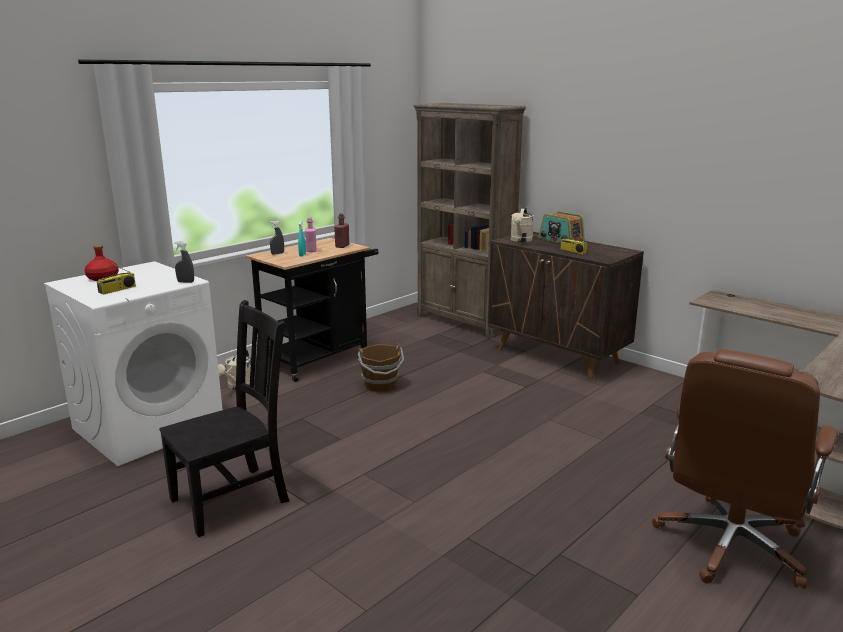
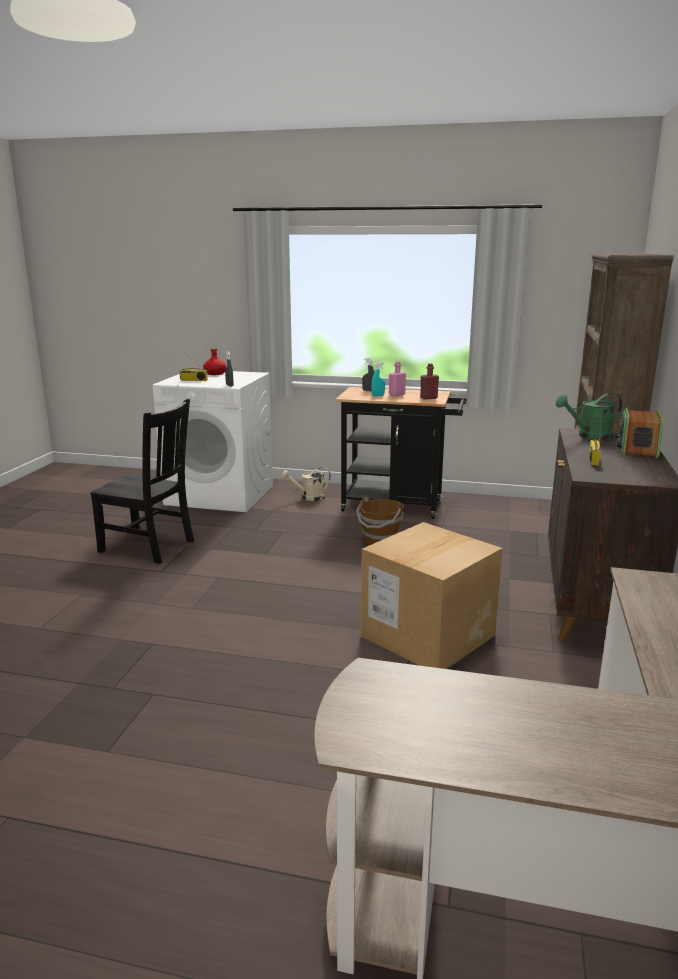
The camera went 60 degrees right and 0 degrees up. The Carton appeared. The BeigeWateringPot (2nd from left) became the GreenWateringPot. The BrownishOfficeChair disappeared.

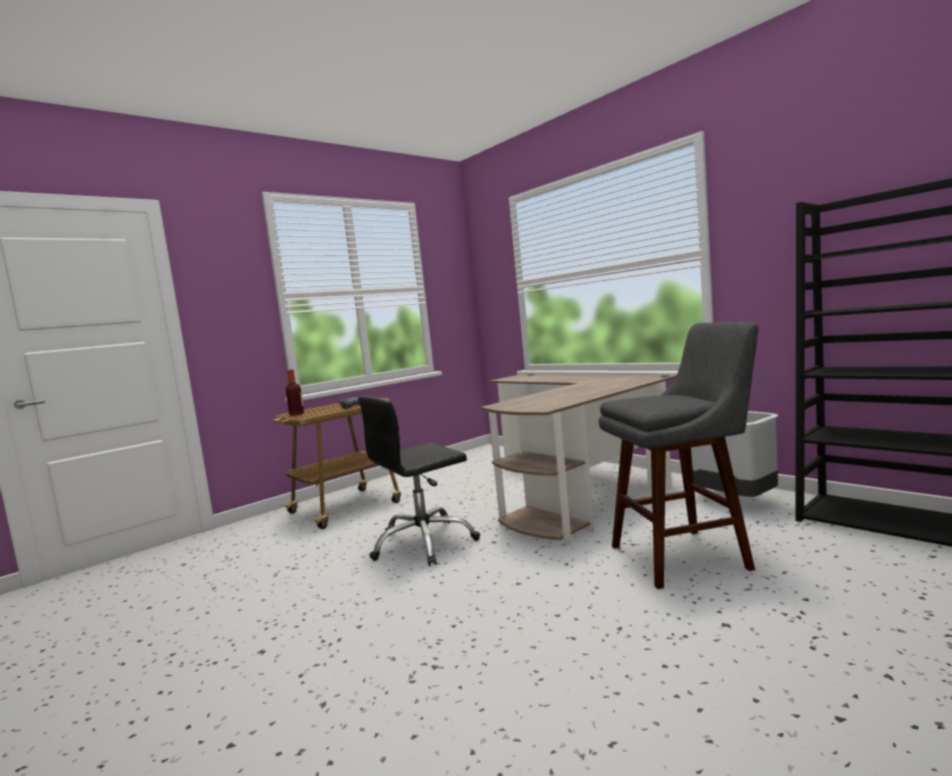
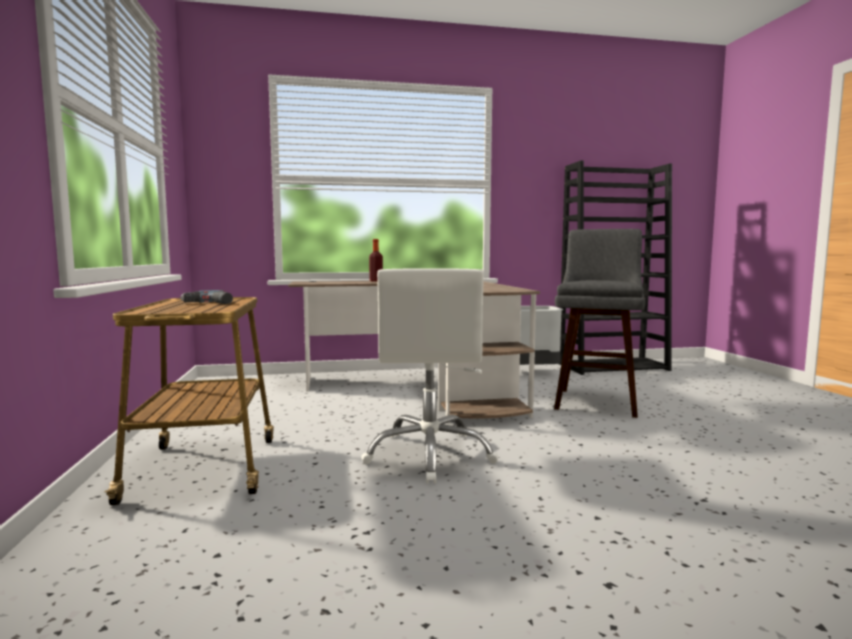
The camera went 60 degrees left and 0 degrees up. The BlackColouredOfficeChair became the WhiteColouredOfficeChair. The DrinkBottle moved.

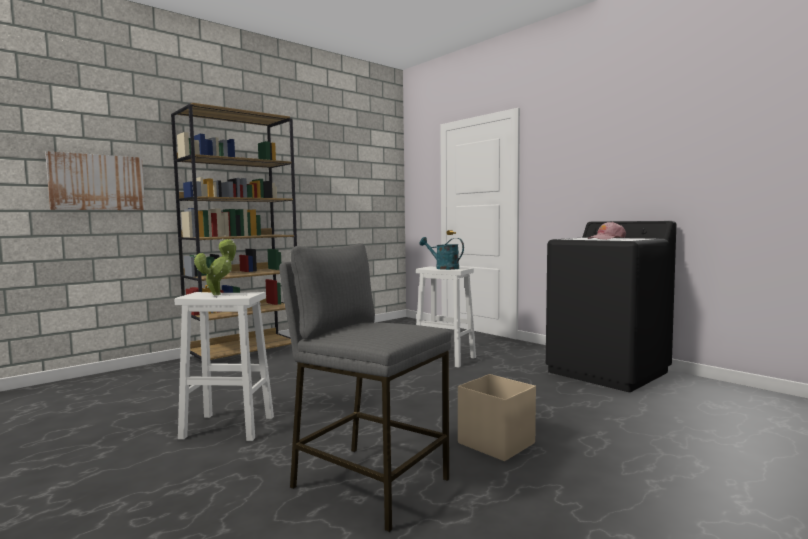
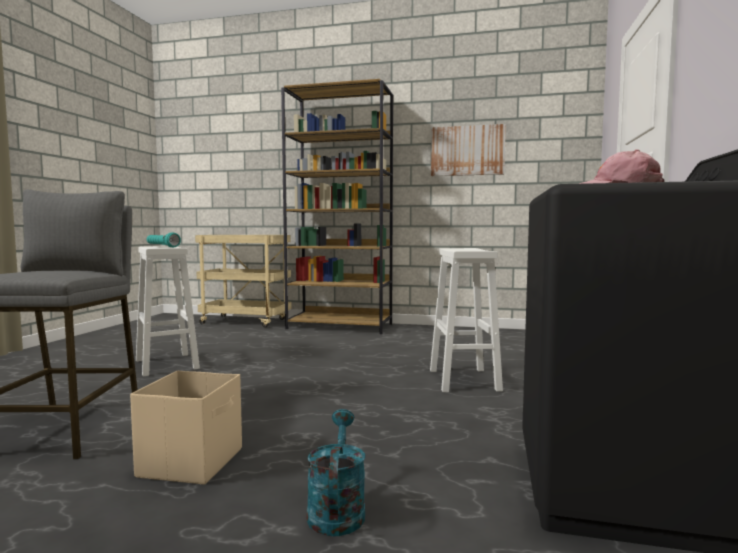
The camera went 55 degrees right and 0 degrees up. The PlantInAPot was replaced by the BlueGreenHandTorch. The BeigeWheeledCart appeared. The BlueGreenWateringPot moved. The WallArt moved.

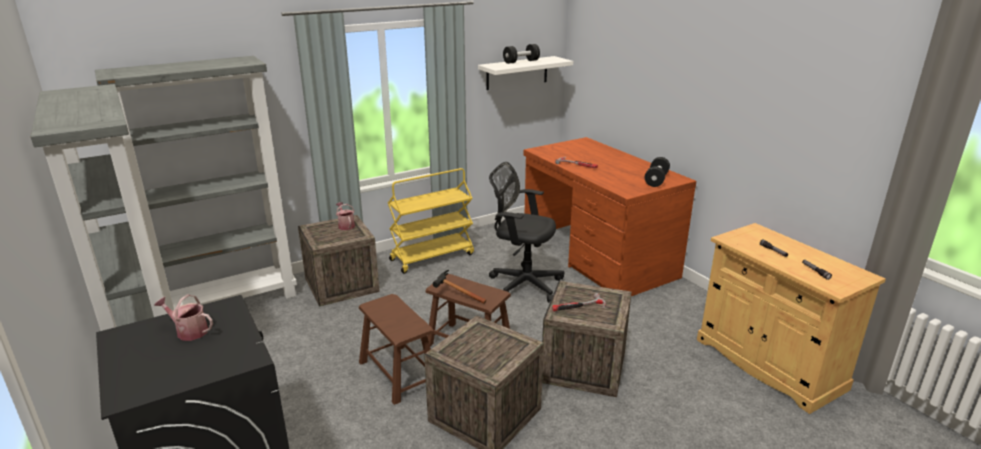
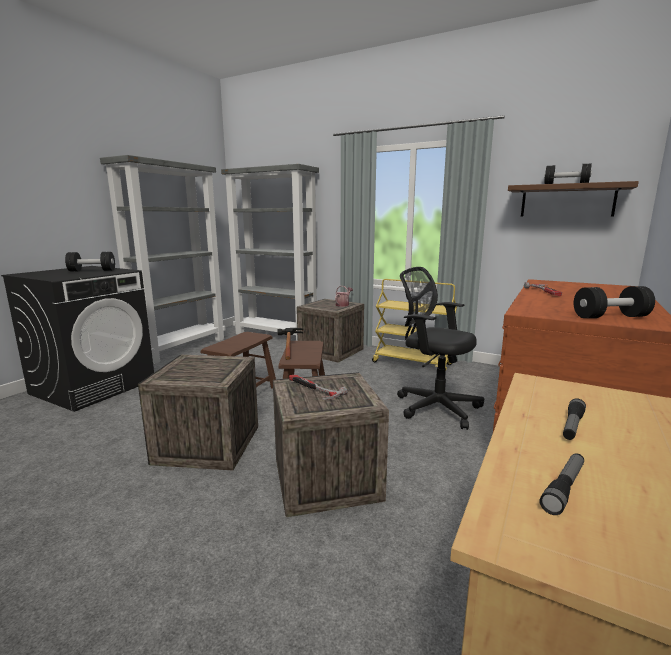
The camera went 60 degrees right and 10 degrees down. The WateringPot (1st from left) was replaced by the BlackColouredFreeWeight (1st from left). The BlackColouredOfficeChair turned 45 degrees counterclockwise. The WhiteColouredBracketShelf became the BrownishBracketShelf.

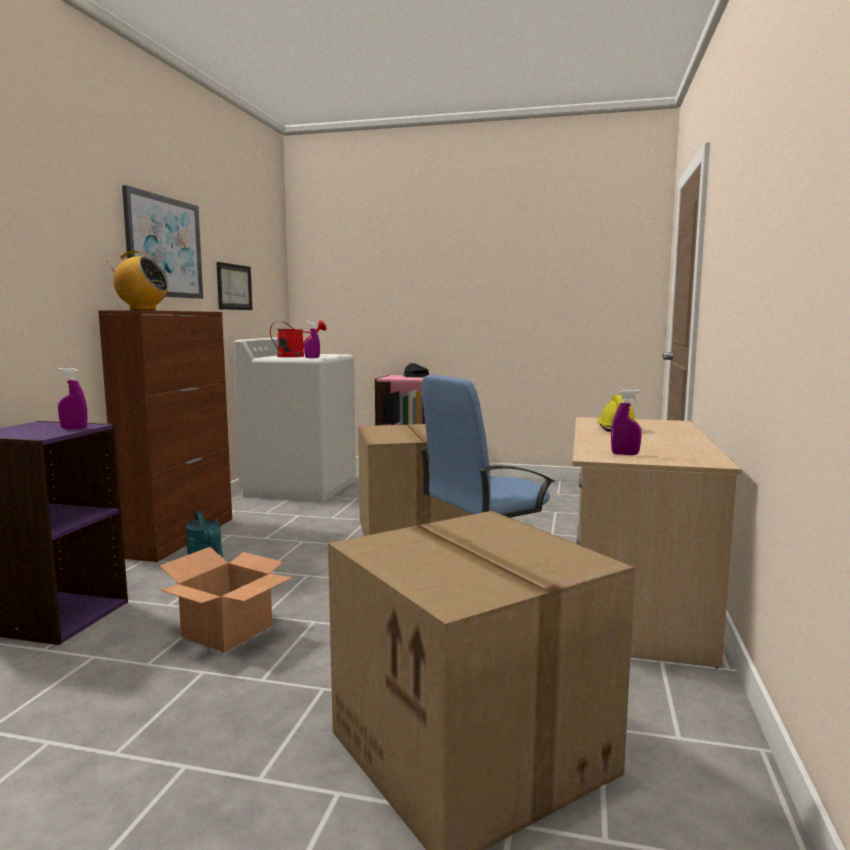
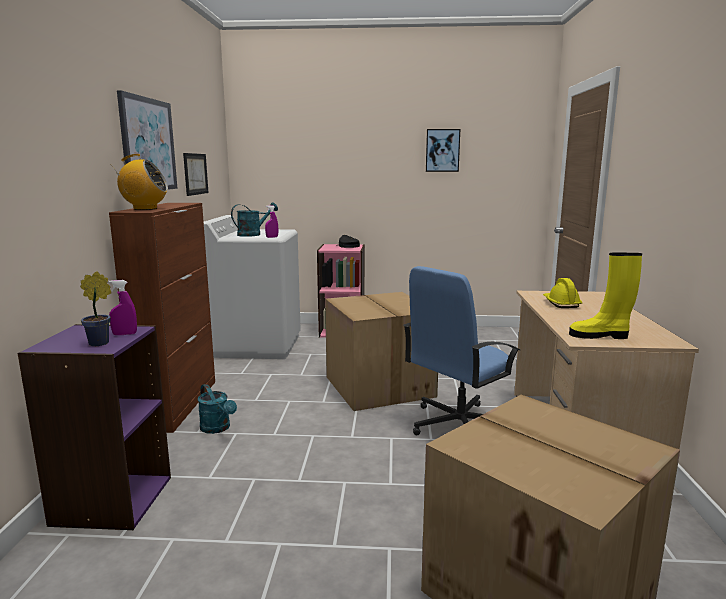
The camera went 10 degrees left and 5 degrees up. The PlantInAPot appeared. The ReddishWateringPot became the BlueGreenWateringPot (2nd from left). The WallArt (3rd from left) appeared. The PurpleColouredHandSprayer (3rd from left) was replaced by the YellowHighTopBoot. The Carton (1st from left) disappeared.

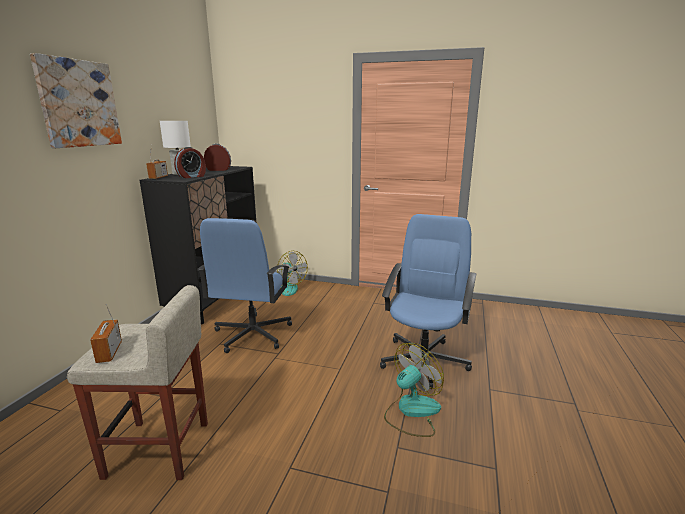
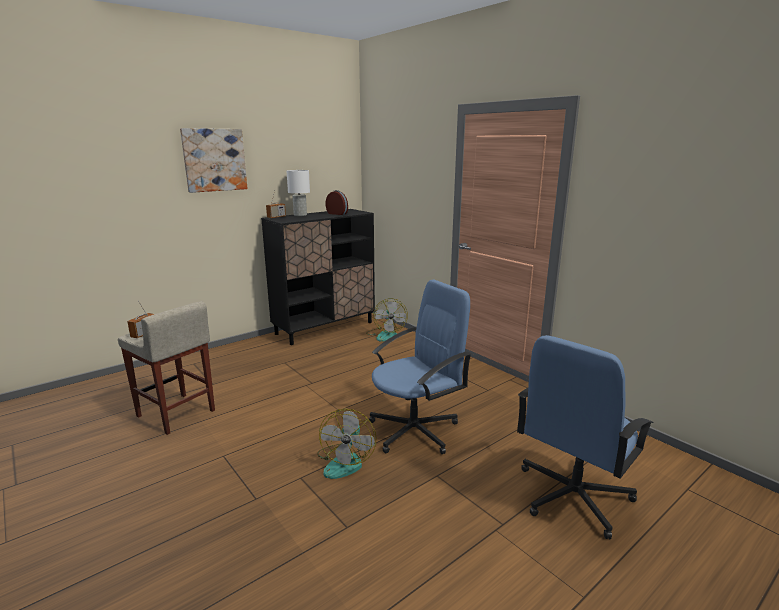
The camera went 35 degrees right and 0 degrees up. The CoolingFan (2nd from left in the first image) turned 105 degrees clockwise. The BlueColouredOfficeChair (1st from left in the first image) moved. The BedsideClock (1st from left) disappeared.

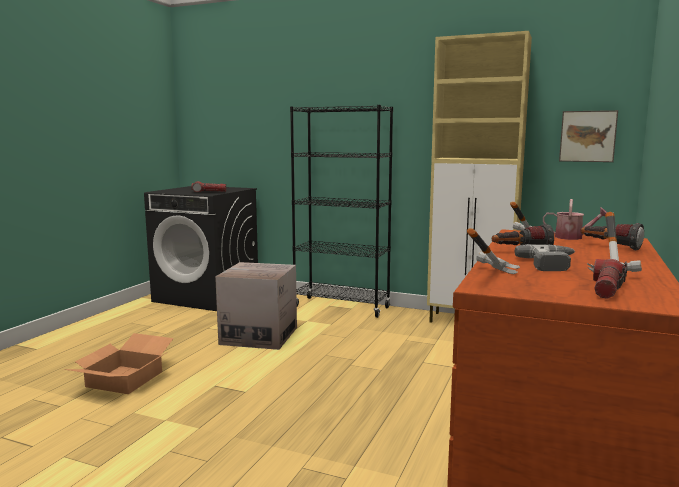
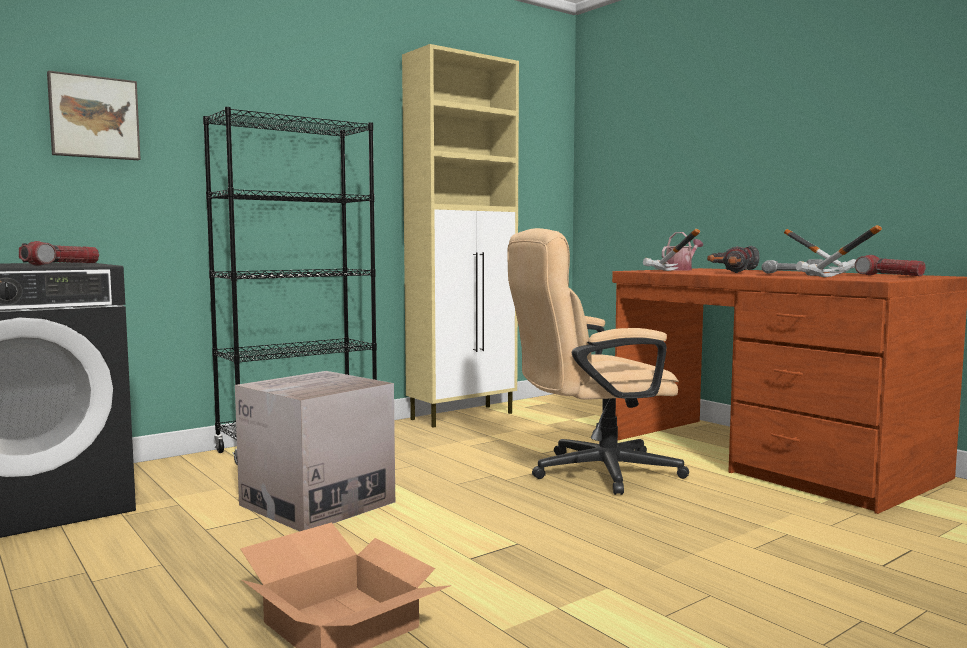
The camera went 60 degrees left and 5 degrees down. The WallArt moved. The BeigeOfficeChair appeared.

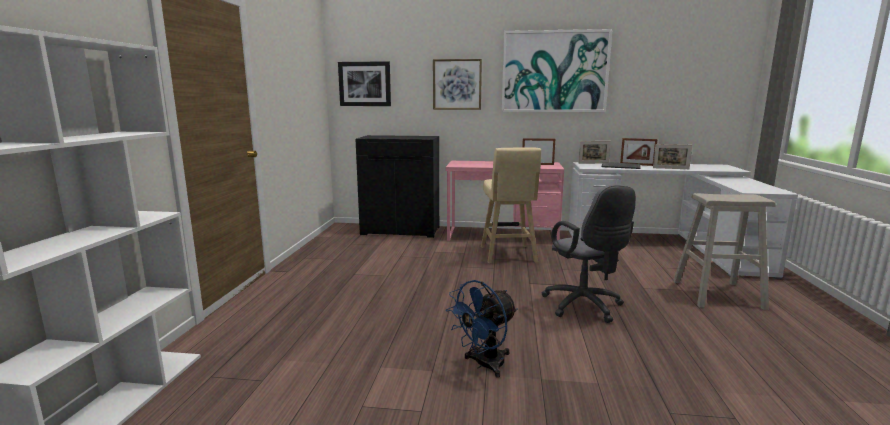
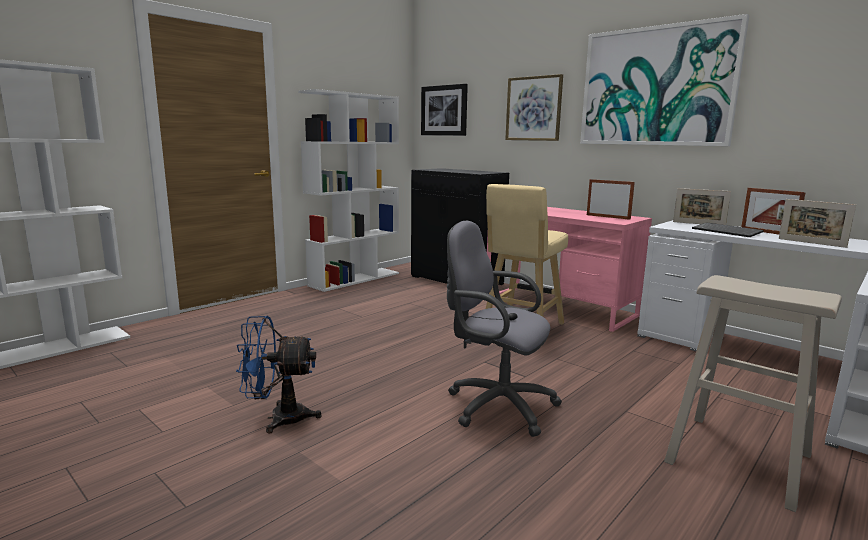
The camera went 35 degrees right and 0 degrees up. The WhiteColouredBookshelf (2nd from left) appeared. The GreyOfficeChair turned 105 degrees clockwise.

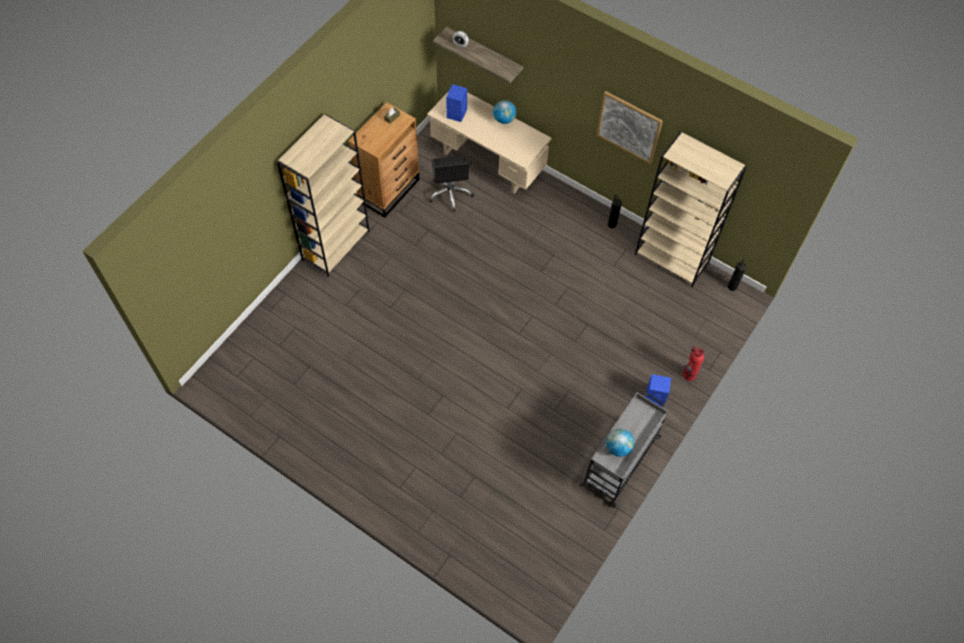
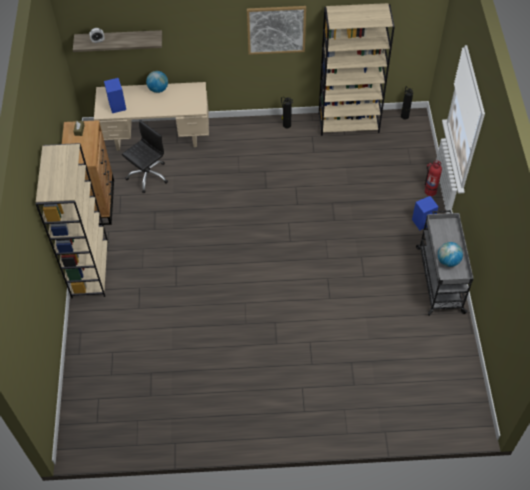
The camera went 35 degrees left and 5 degrees down. The BlackColouredOfficeChair turned 90 degrees counterclockwise.

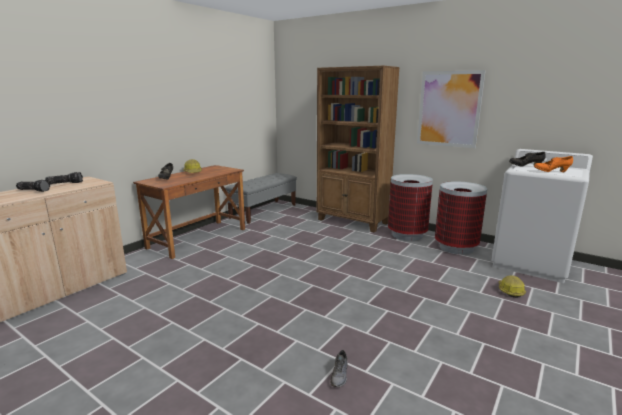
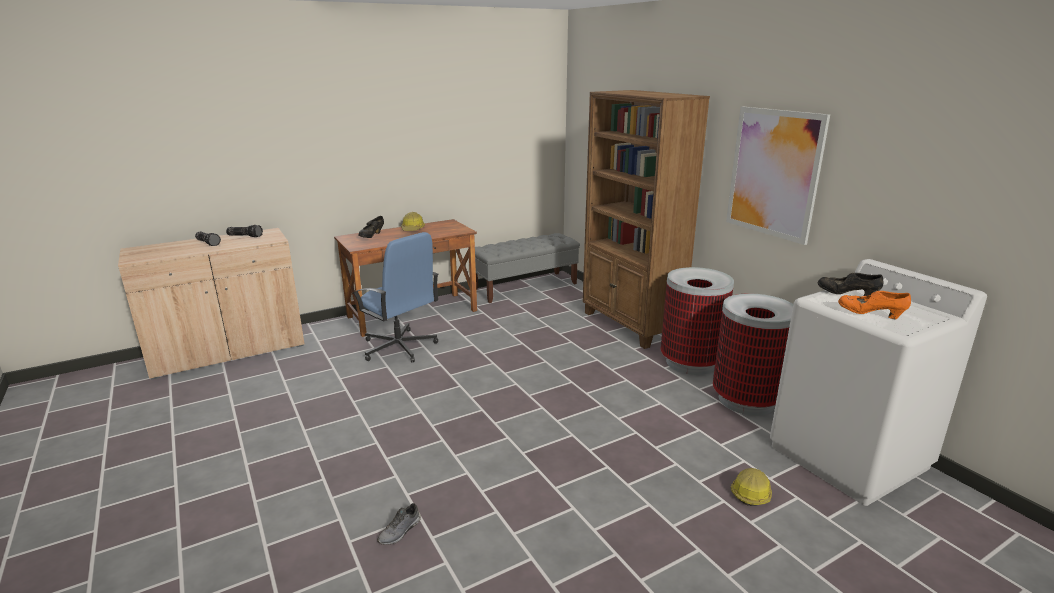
The camera went 25 degrees right and 5 degrees up. The BlueColouredOfficeChair appeared.

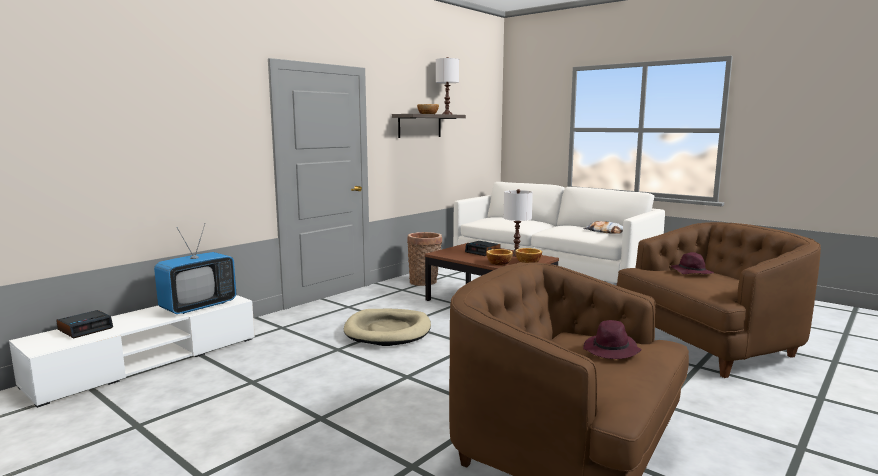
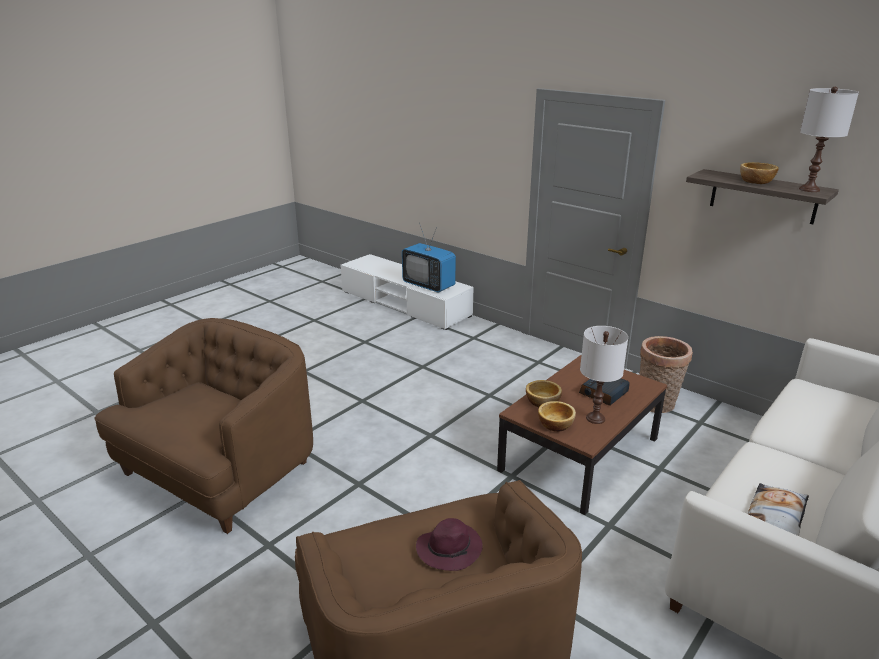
The camera went 90 degrees right and 15 degrees up. The BedsideClock (1st from left) disappeared. The BeigeDogBed disappeared. The PurpleColouredHat (1st from left) disappeared.

